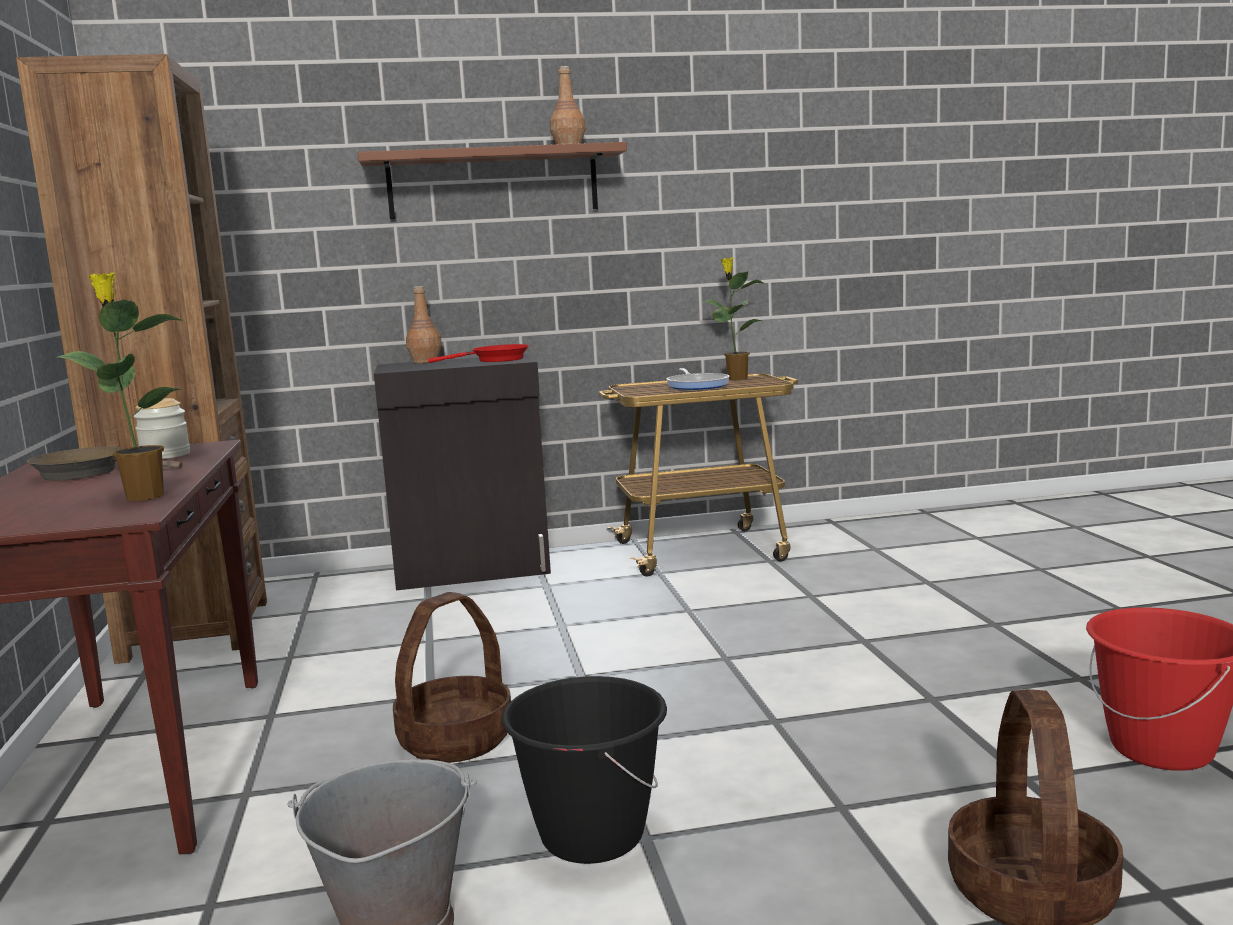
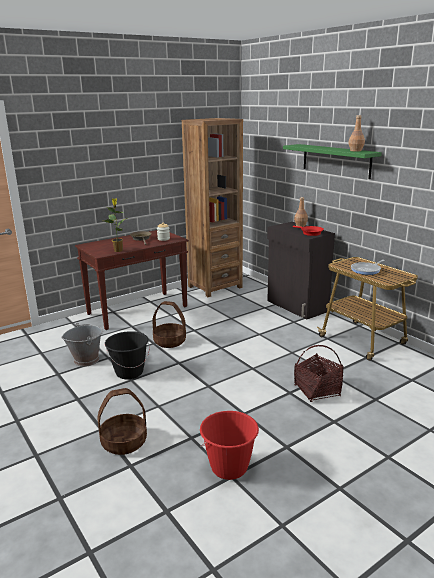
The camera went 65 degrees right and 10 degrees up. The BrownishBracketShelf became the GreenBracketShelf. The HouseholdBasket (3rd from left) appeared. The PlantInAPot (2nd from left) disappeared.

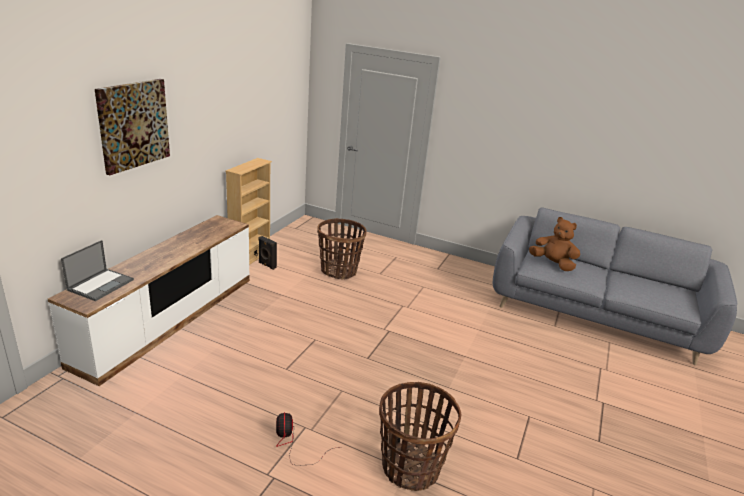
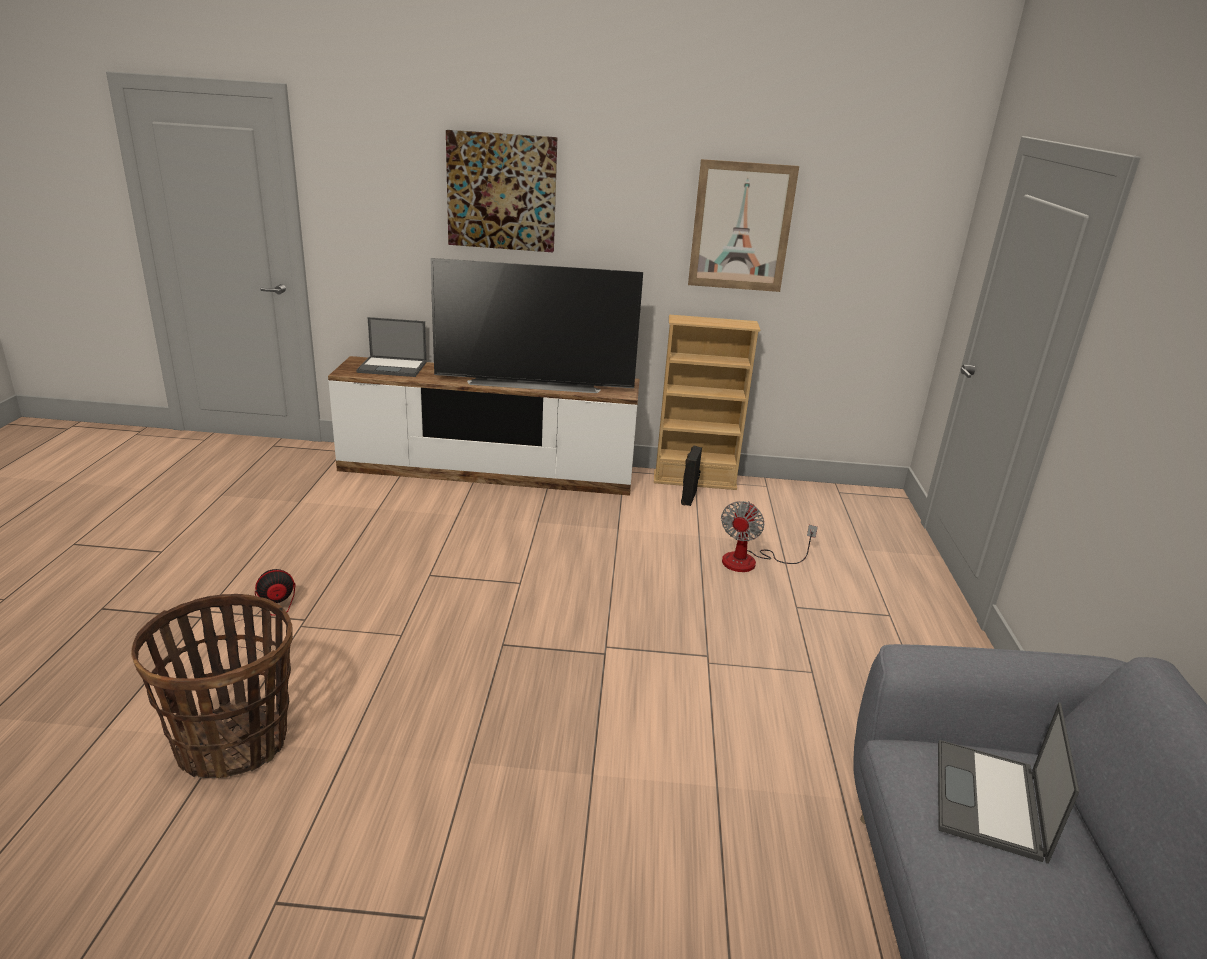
The camera went 70 degrees right and 0 degrees up. The Television appeared. The WallArt (2nd from left) appeared. The HouseholdBasket (1st from left) was replaced by the CoolingFan (2nd from left). The BrownishPlushToy was replaced by the NotebookComputer (2nd from left).

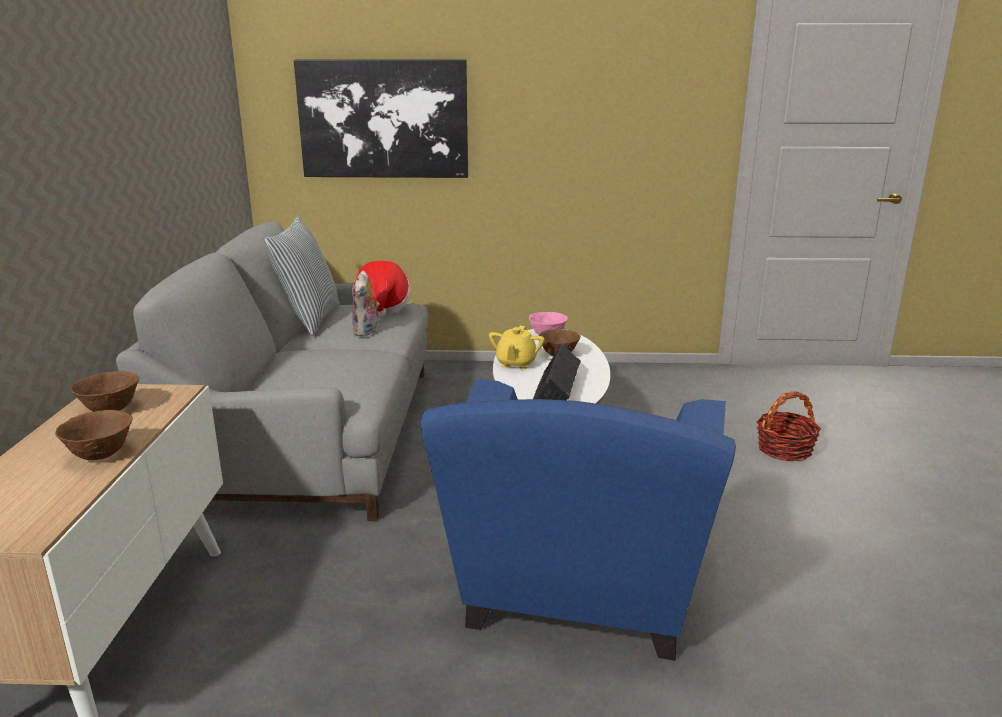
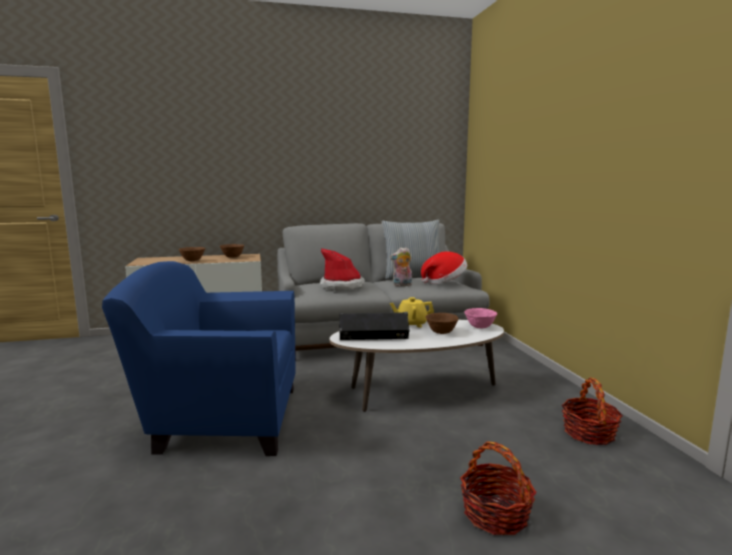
The camera went 75 degrees right and 10 degrees down. The Hat (1st from left) appeared. The HouseholdBasket (2nd from left) appeared. The WallArt disappeared.

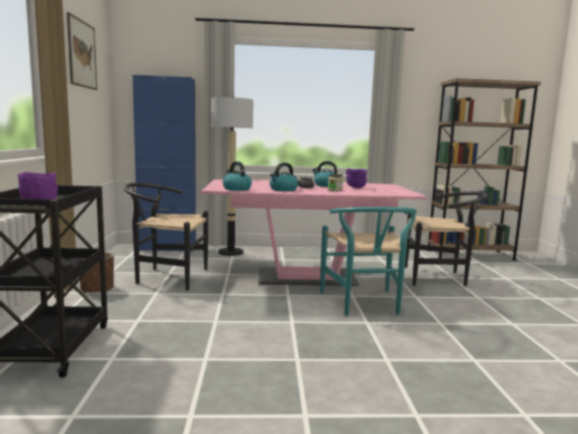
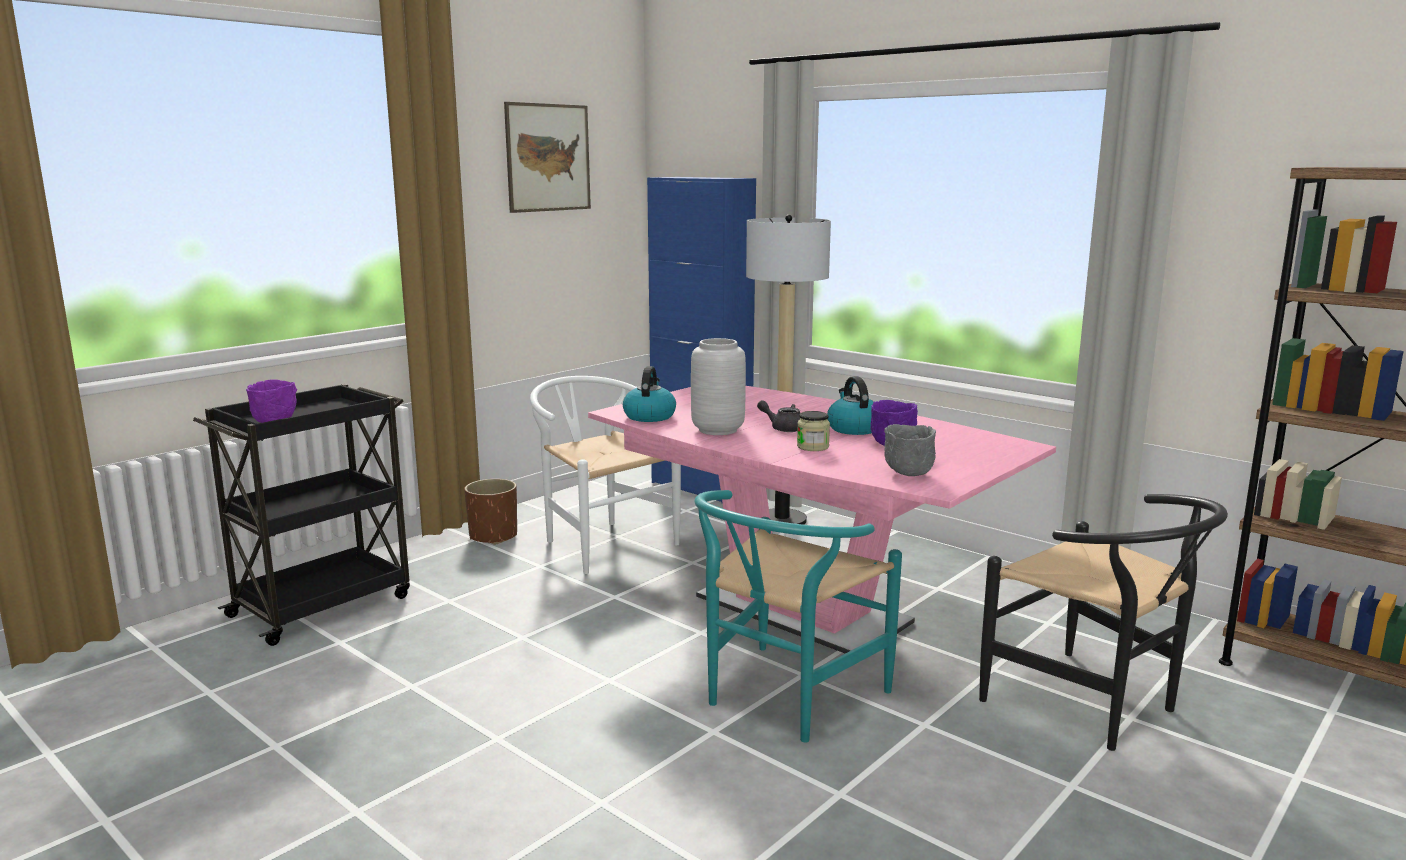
The camera went 45 degrees right and 5 degrees up. The BlackColouredPlainChair (1st from left) became the WhiteColouredPlainChair. The TeaKettle (2nd from left) was replaced by the GreyFlowerVase. The GreyDeepDish appeared.

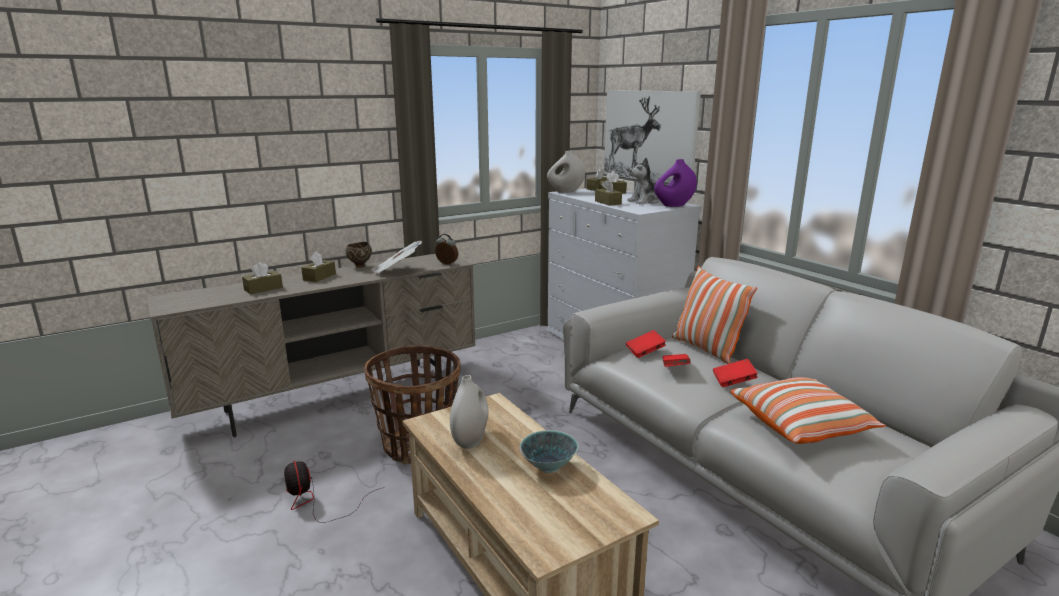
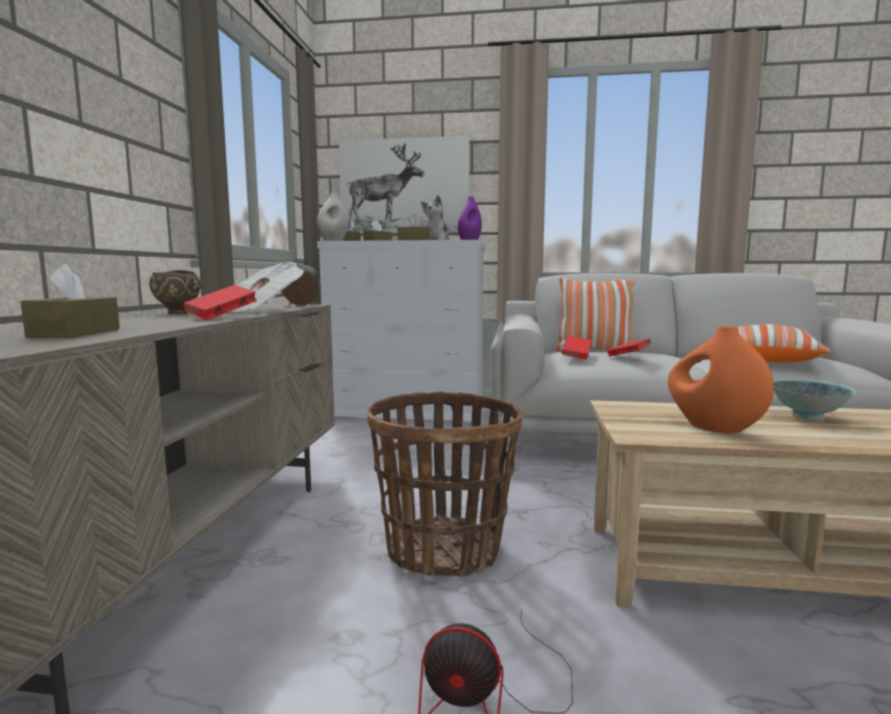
The camera went 50 degrees left and 10 degrees down. The ReddishVolume (3rd from left in the first image) moved. The WhiteColouredFlowerVase (1st from left) became the OrangeyFlowerVase. The BrownishTissueBox (2nd from left) disappeared.

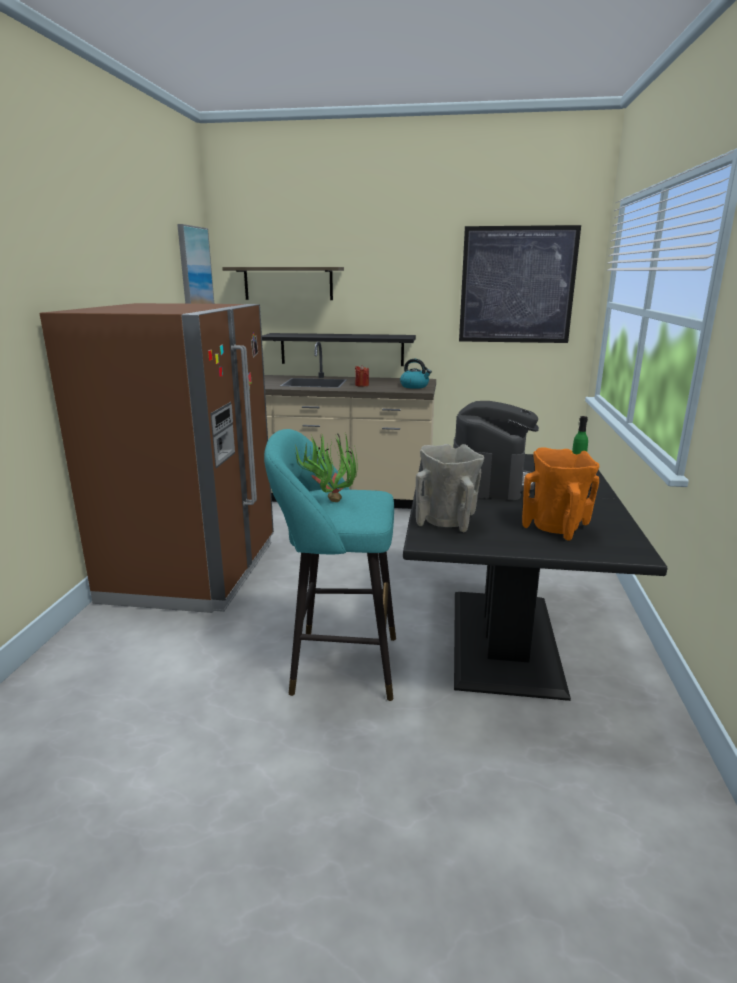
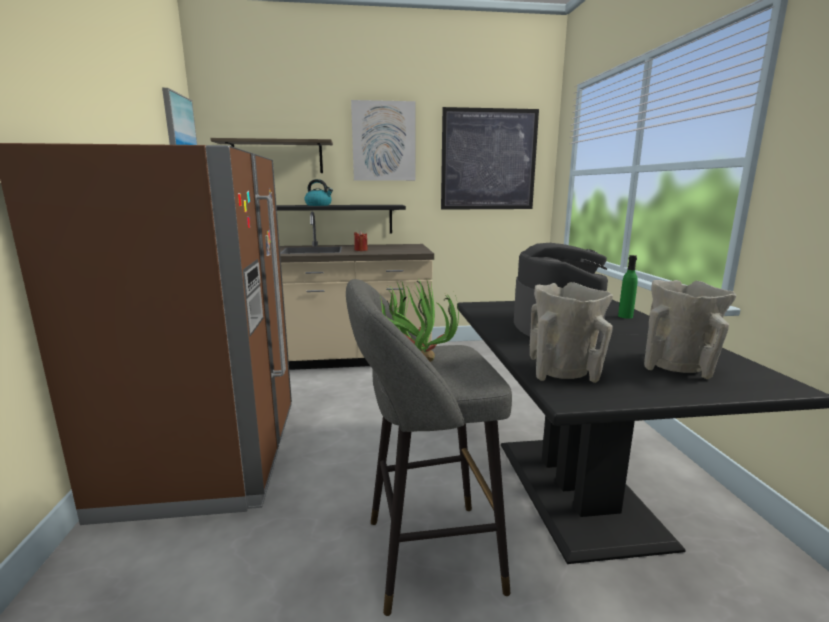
The camera went 15 degrees left and 5 degrees down. The TeaKettle moved. The BlueGreenSittingStool became the GreySittingStool. The WallArt (2nd from left) appeared. The OrangeyFlowerVase became the BeigeFlowerVase (2nd from left).

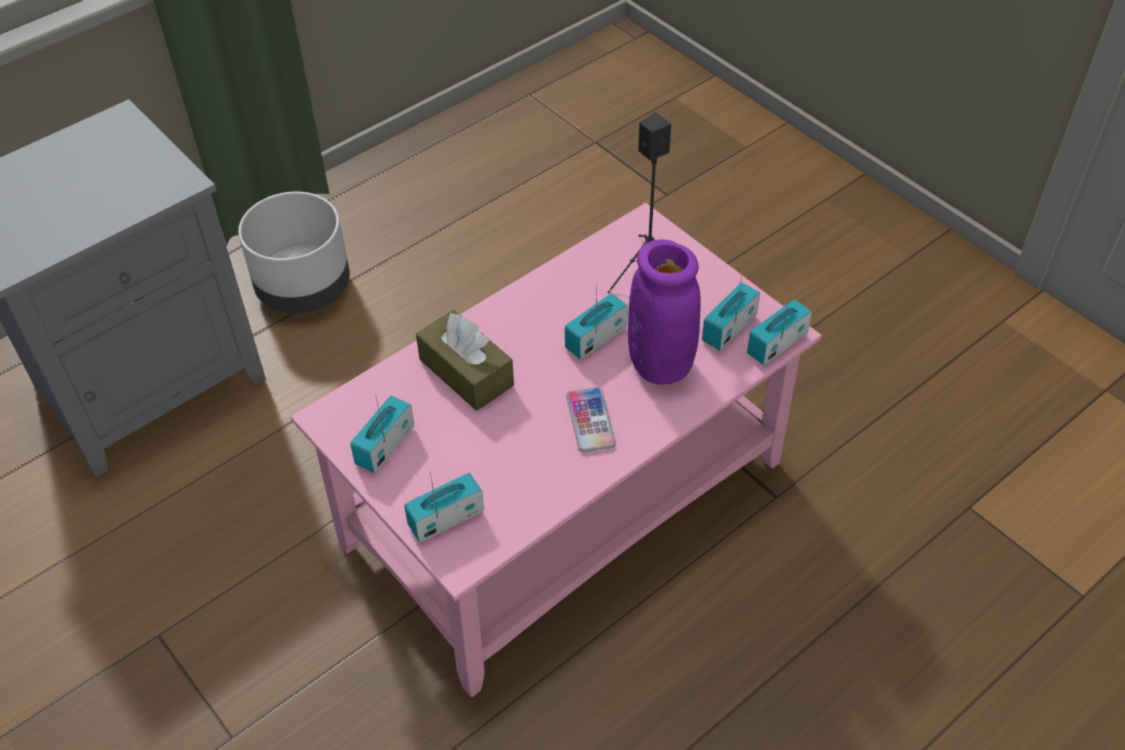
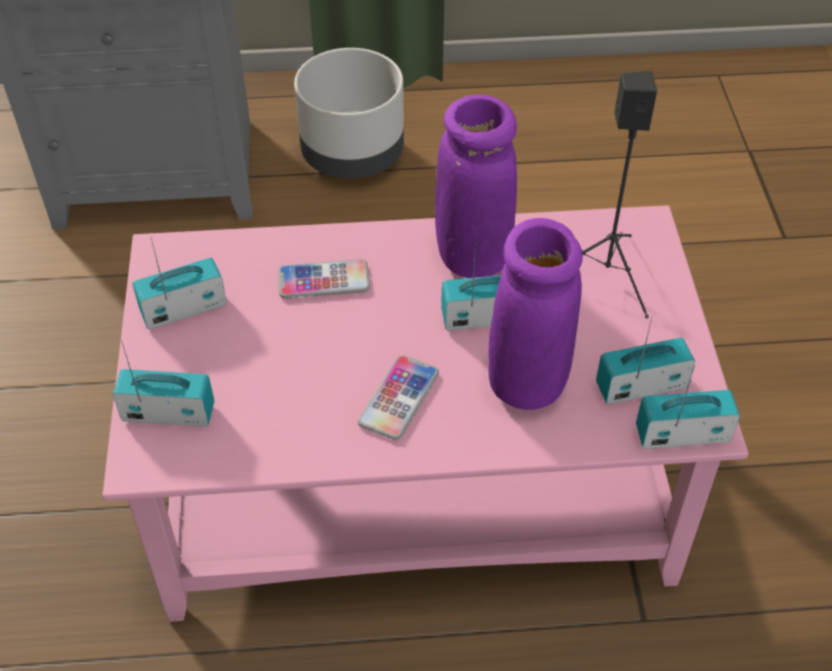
The camera went 35 degrees right and 0 degrees up. The BrownishTissueBox was replaced by the Telephone (1st from left). The PurpleColouredFlowerVase (1st from left) appeared.

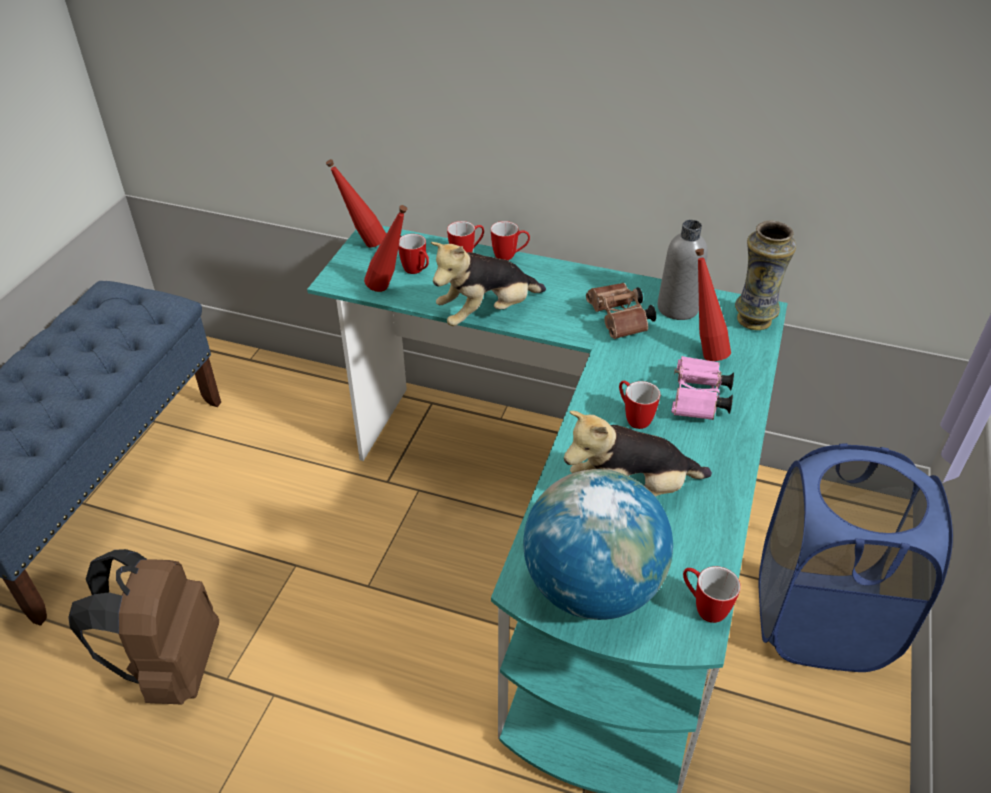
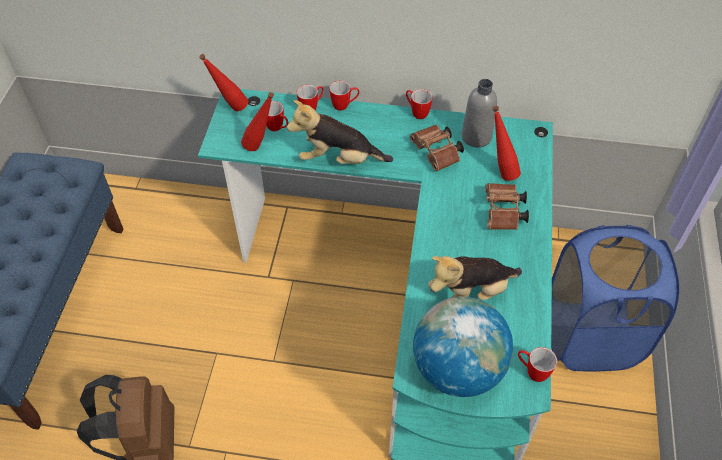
The camera went 10 degrees left and 10 degrees up. The PlushToy (1st from left) turned 45 degrees clockwise. The CoffeeMug (4th from left) moved. The PinkBinoculars became the BrownishBinoculars (2nd from left). The FlowerVase disappeared.

